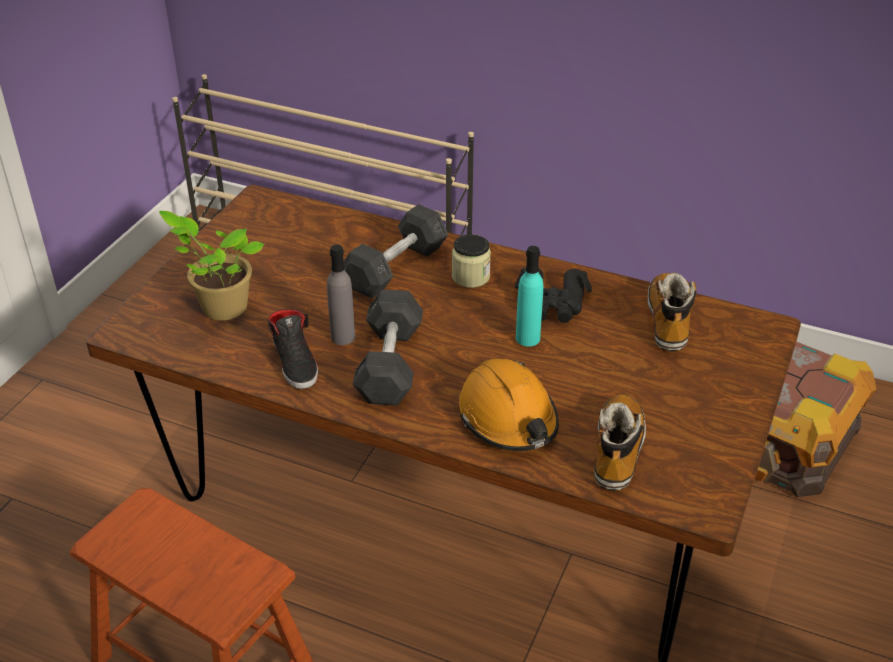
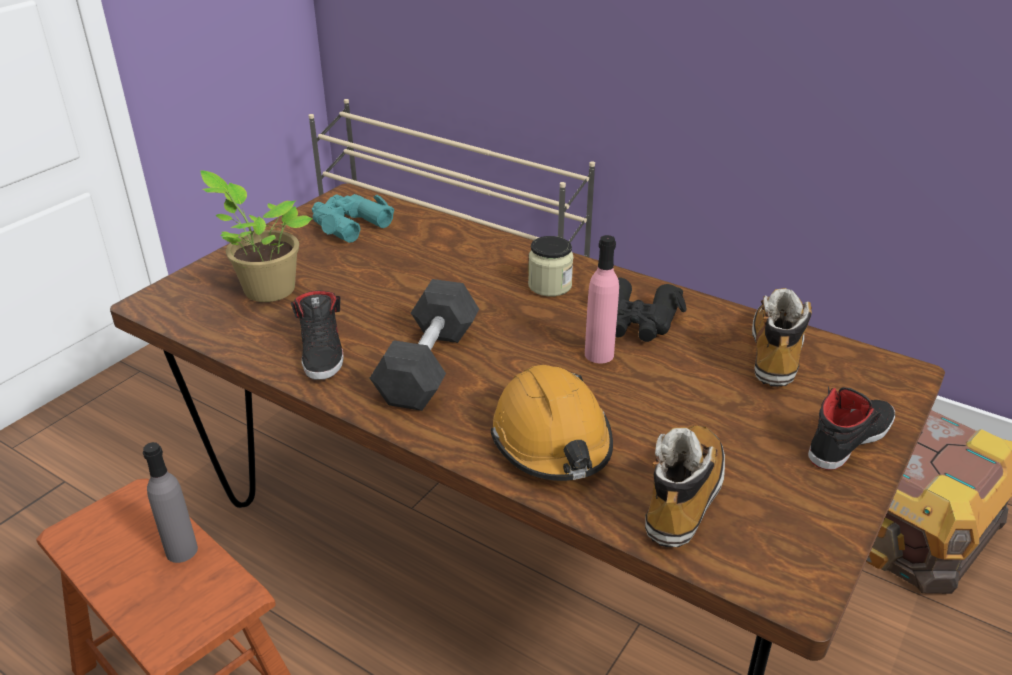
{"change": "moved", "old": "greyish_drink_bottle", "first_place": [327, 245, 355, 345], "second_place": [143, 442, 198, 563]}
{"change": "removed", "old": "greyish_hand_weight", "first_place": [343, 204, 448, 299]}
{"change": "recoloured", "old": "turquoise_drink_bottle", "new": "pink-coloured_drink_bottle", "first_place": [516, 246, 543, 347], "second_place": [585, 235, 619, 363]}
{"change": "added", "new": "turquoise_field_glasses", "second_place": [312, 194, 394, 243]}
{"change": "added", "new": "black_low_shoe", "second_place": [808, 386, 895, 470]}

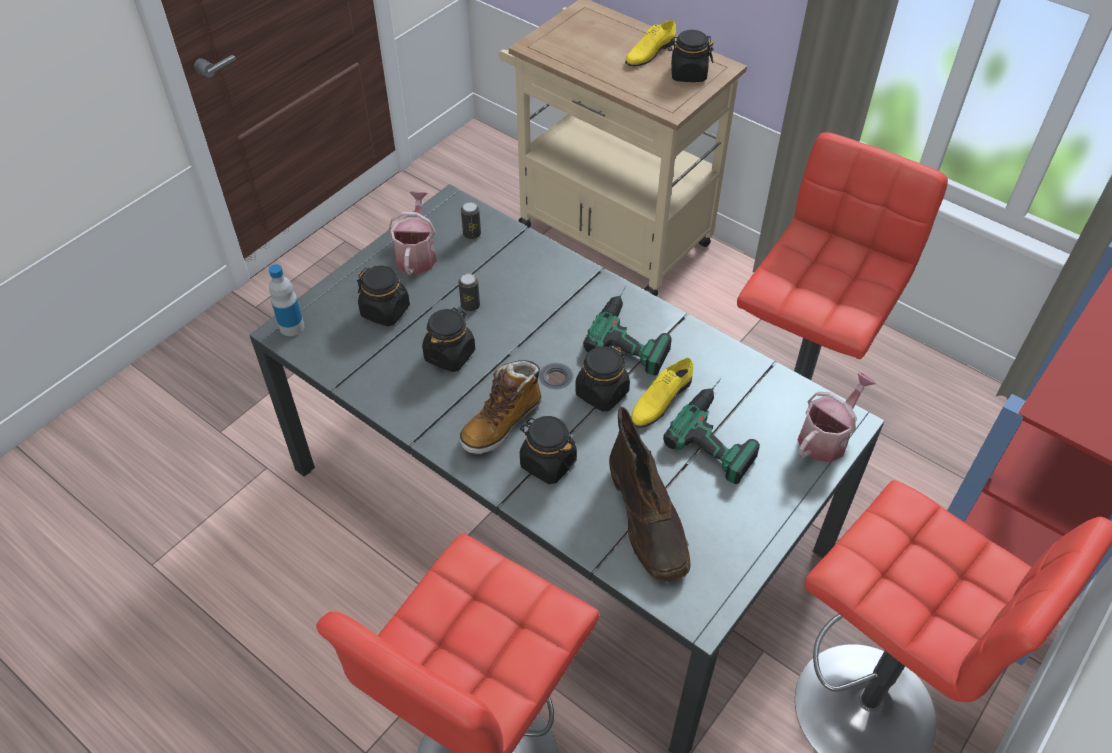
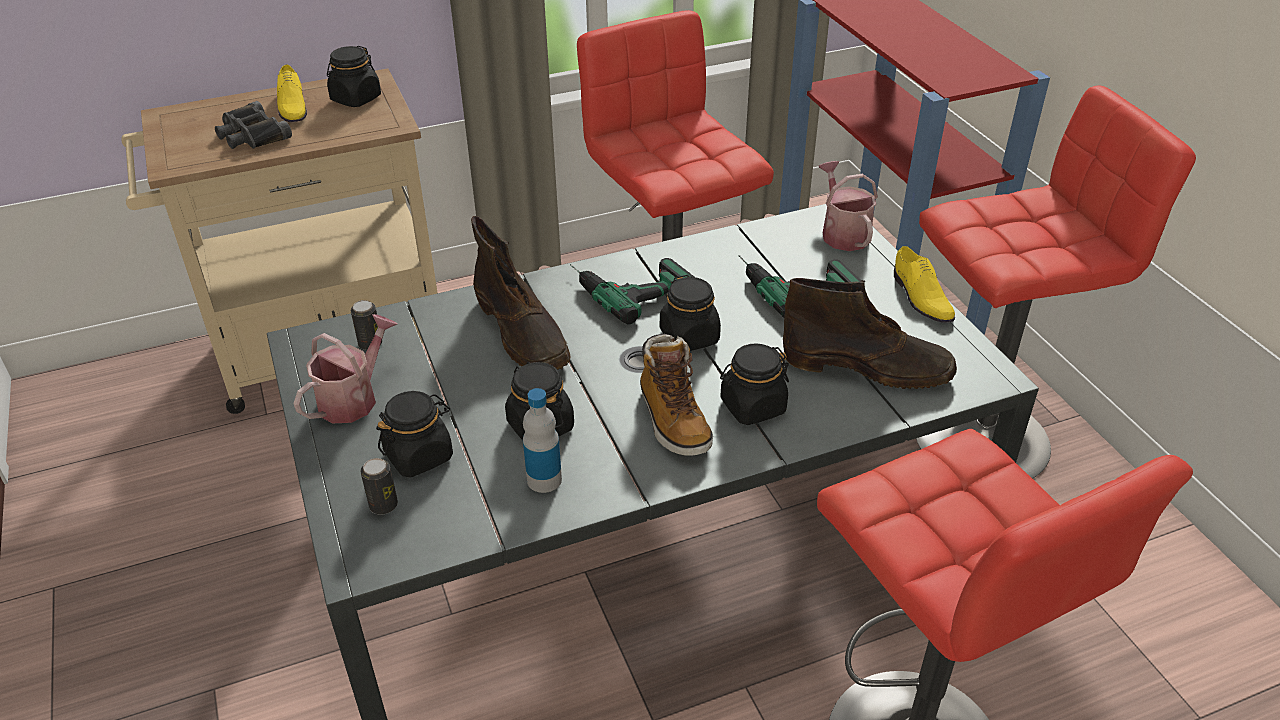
{"change": "moved", "old": "drink_bottle", "first_place": [269, 264, 305, 336], "second_place": [523, 388, 562, 493]}
{"change": "turned", "old": "watering_can", "first_place": [388, 191, 437, 274], "second_place": [294, 314, 397, 423], "degrees": 90}
{"change": "moved", "old": "sealed_can", "first_place": [458, 273, 480, 312], "second_place": [360, 458, 398, 515]}
{"change": "moved", "old": "yellowish_low_shoe", "first_place": [631, 358, 693, 428], "second_place": [894, 246, 955, 323]}
{"change": "added", "new": "black_field_glasses", "second_place": [215, 101, 292, 149]}
{"change": "added", "new": "brown-coloured_tall_boot", "second_place": [471, 216, 571, 370]}

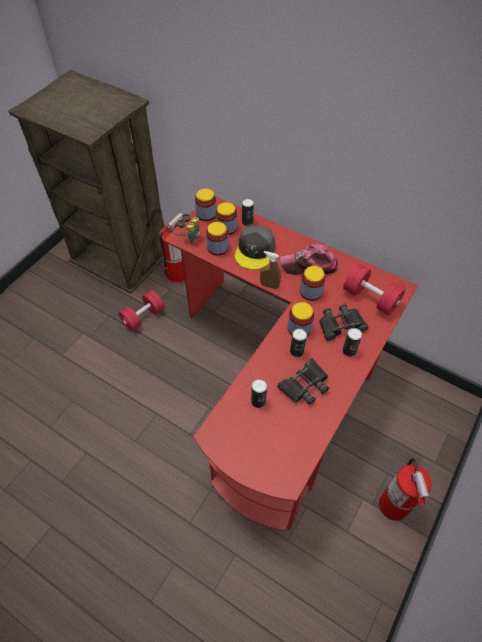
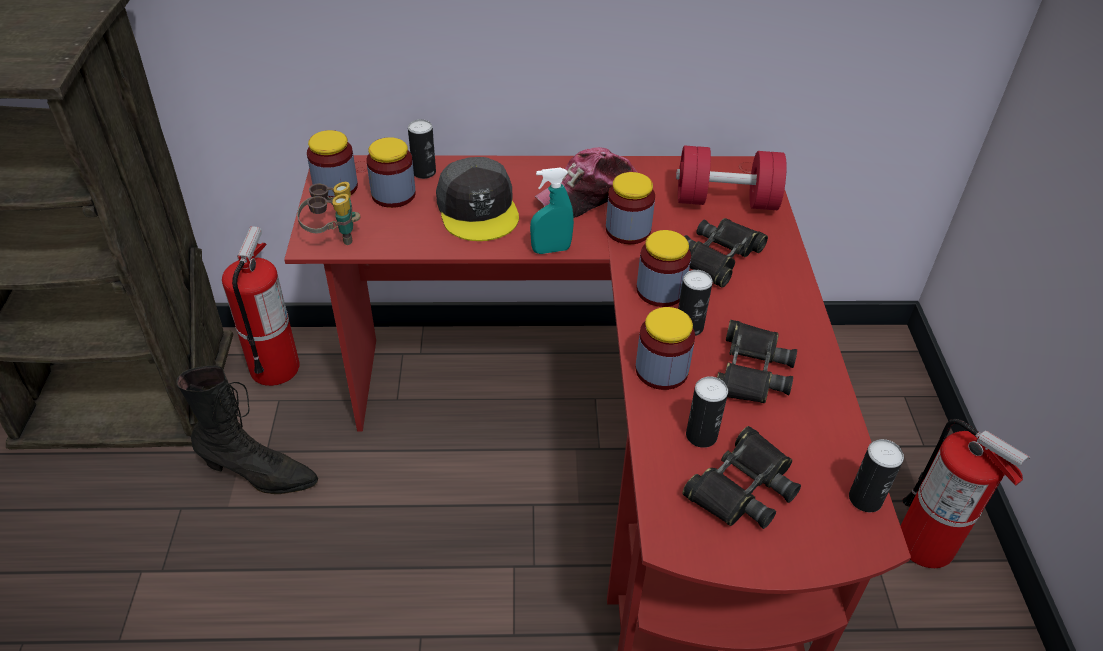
{"change": "replaced", "old": "reddish_hand_weight", "new": "black_tall_boot", "first_place": [118, 290, 165, 331], "second_place": [176, 366, 318, 494]}
{"change": "moved", "old": "storage_jar", "first_place": [206, 222, 229, 256], "second_place": [635, 307, 695, 390]}
{"change": "recoloured", "old": "brown-coloured_spray_bottle", "new": "turquoise_spray_bottle", "first_place": [260, 251, 281, 289], "second_place": [530, 167, 574, 254]}
{"change": "moved", "old": "sealed_can", "first_place": [343, 328, 362, 357], "second_place": [849, 439, 904, 512]}
{"change": "added", "new": "black_field_glasses", "second_place": [682, 426, 801, 529]}

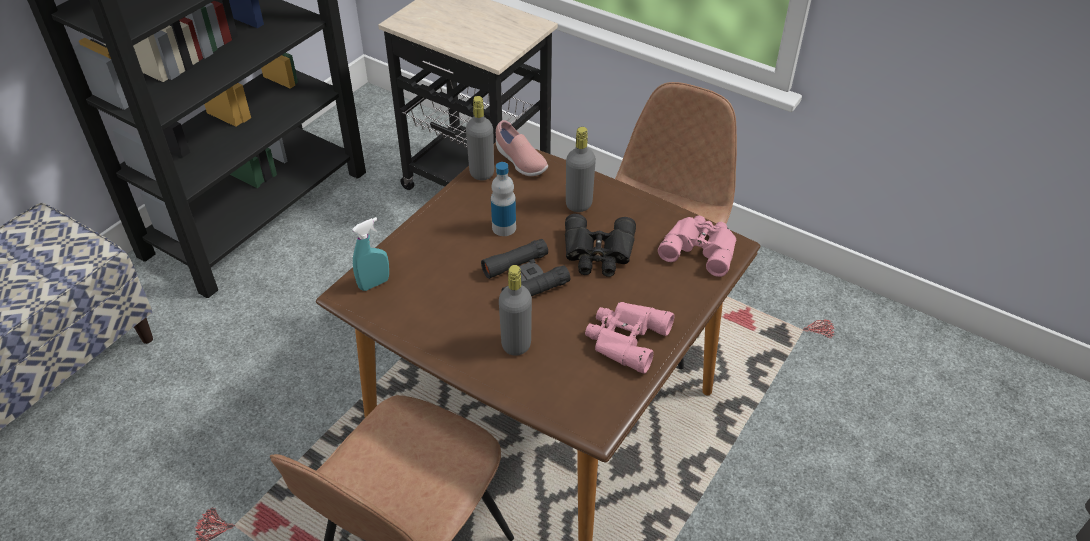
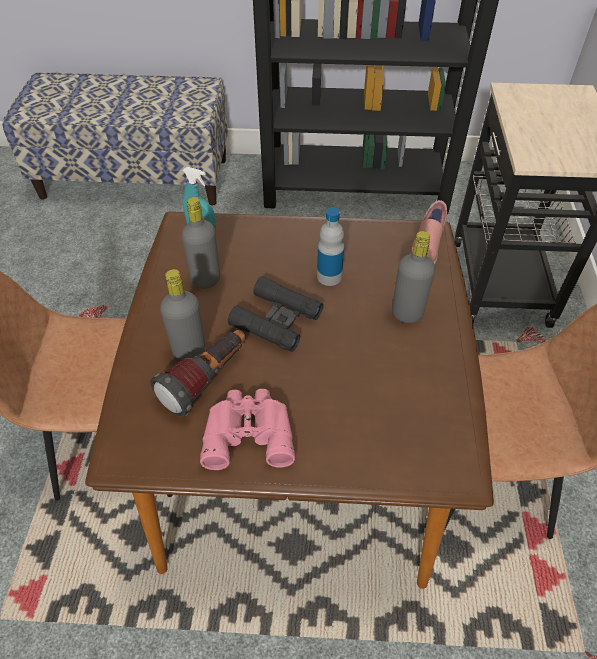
{"change": "moved", "old": "greyish_drink_bottle", "first_place": [466, 96, 494, 181], "second_place": [182, 197, 220, 289]}
{"change": "removed", "old": "black_field_glasses", "first_place": [565, 214, 636, 277]}
{"change": "removed", "old": "pink-coloured_field_glasses", "first_place": [658, 216, 736, 277]}
{"change": "added", "new": "torch", "second_place": [150, 330, 245, 417]}

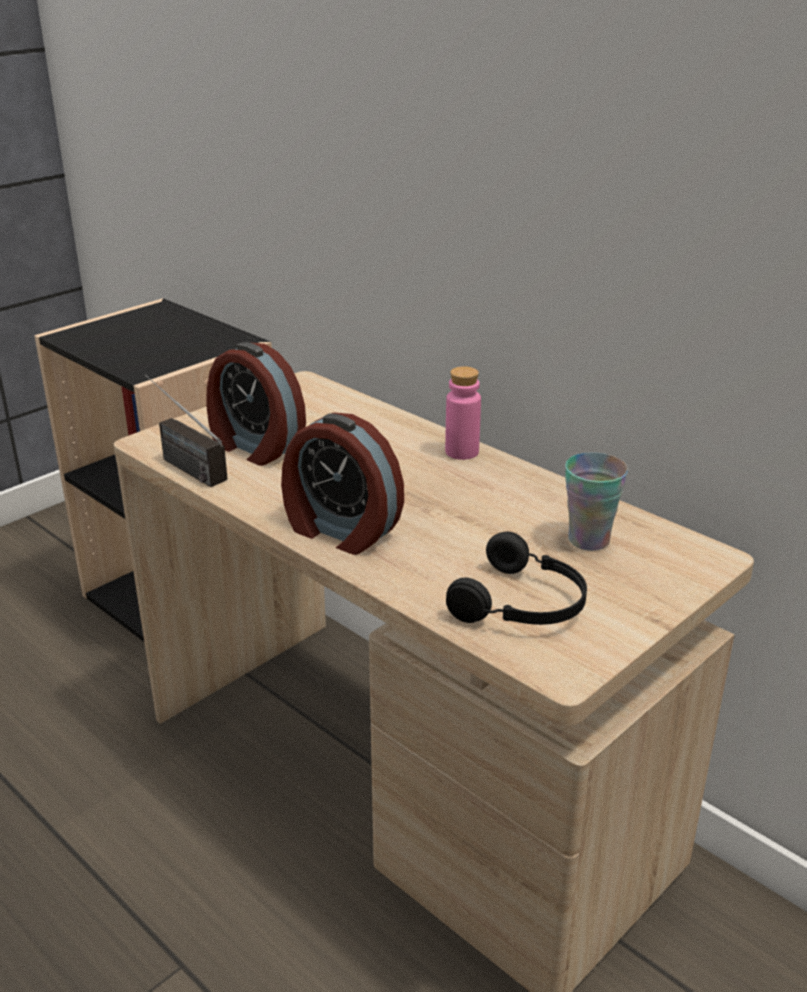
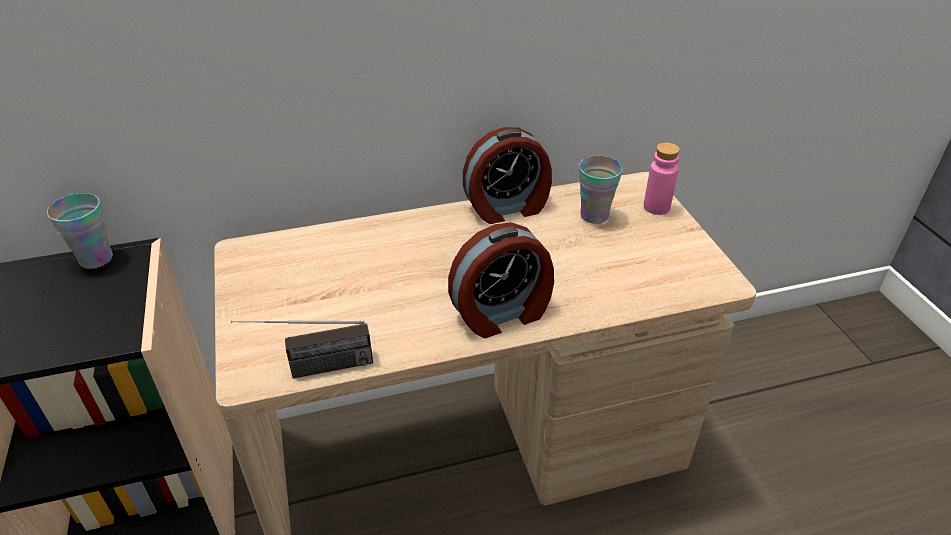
{"change": "moved", "old": "alarm_clock", "first_place": [206, 342, 306, 466], "second_place": [463, 127, 552, 224]}
{"change": "moved", "old": "pink-coloured_drink_bottle", "first_place": [445, 366, 481, 460], "second_place": [644, 143, 680, 215]}
{"change": "removed", "old": "black_headset", "first_place": [446, 532, 587, 625]}
{"change": "added", "new": "small_cup", "second_place": [47, 193, 113, 269]}

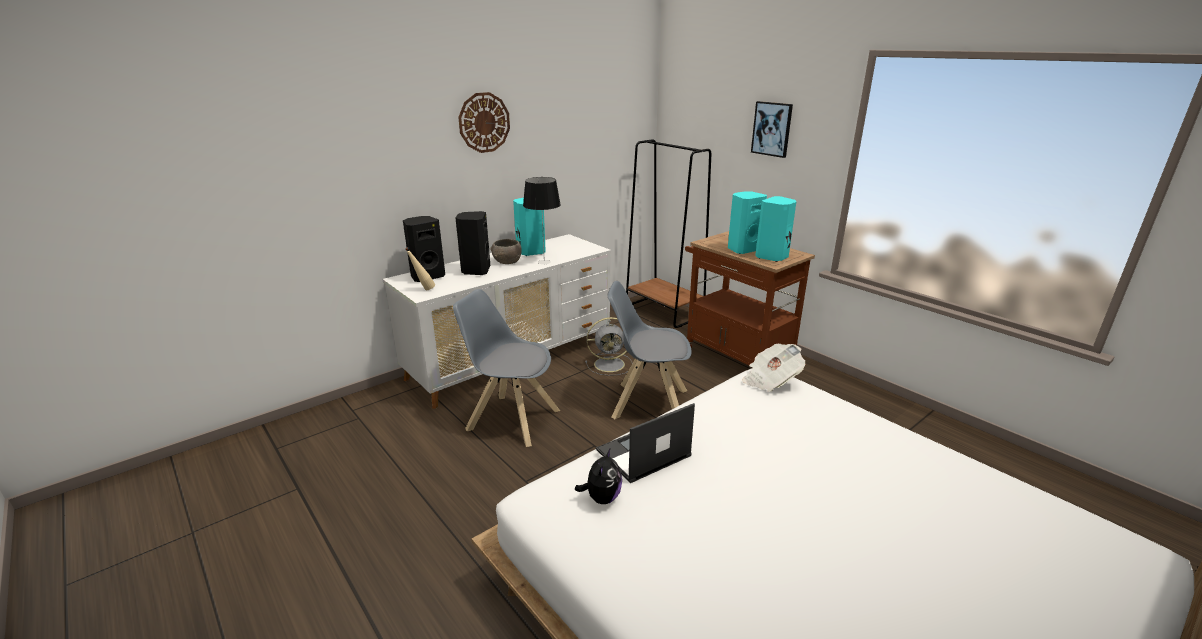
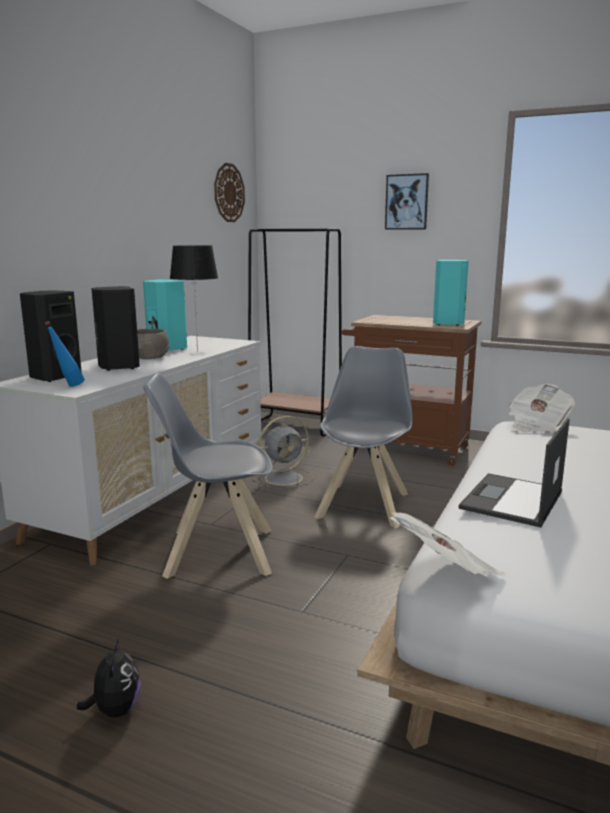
{"change": "recoloured", "old": "sand-coloured_drink_bottle", "new": "bluish_drink_bottle", "first_place": [405, 247, 435, 290], "second_place": [45, 321, 85, 387]}
{"change": "moved", "old": "wall_clock", "first_place": [458, 92, 510, 153], "second_place": [214, 163, 245, 222]}
{"change": "moved", "old": "cuddly_toy", "first_place": [575, 449, 622, 504], "second_place": [77, 638, 141, 717]}
{"change": "turned", "old": "greyish_upright_chair", "first_place": [607, 281, 692, 419], "second_place": [314, 346, 412, 528], "degrees": 120}
{"change": "removed", "old": "turquoise_speaker", "first_place": [728, 191, 767, 254]}
{"change": "added", "new": "printed_paper", "second_place": [389, 512, 505, 577]}

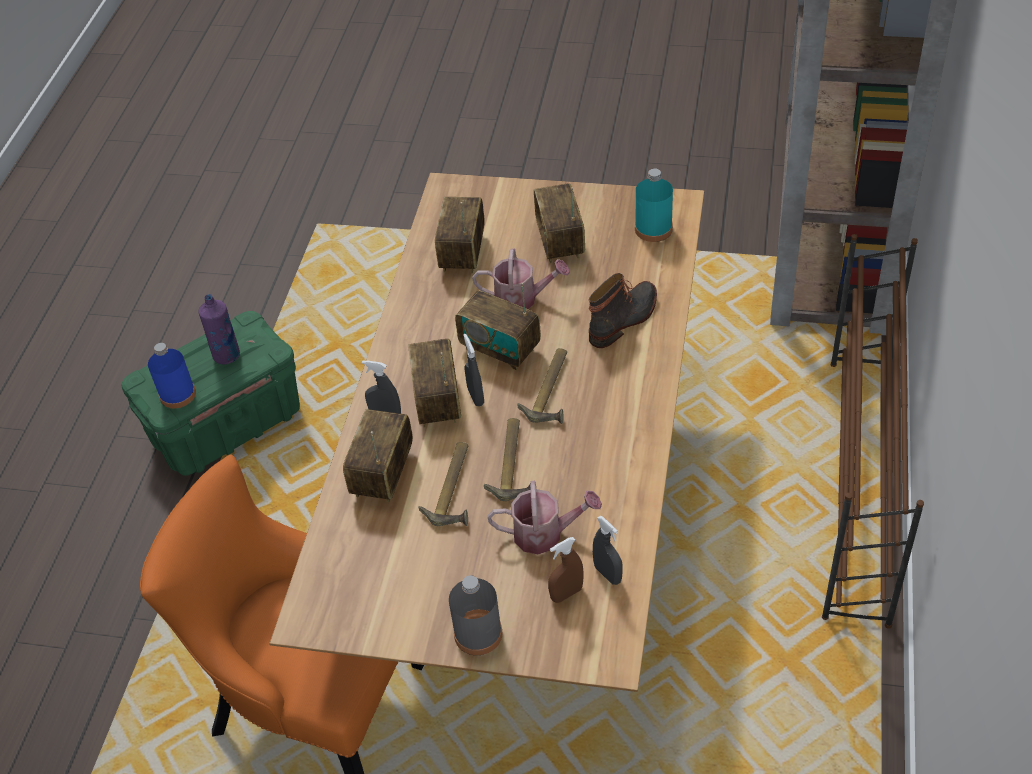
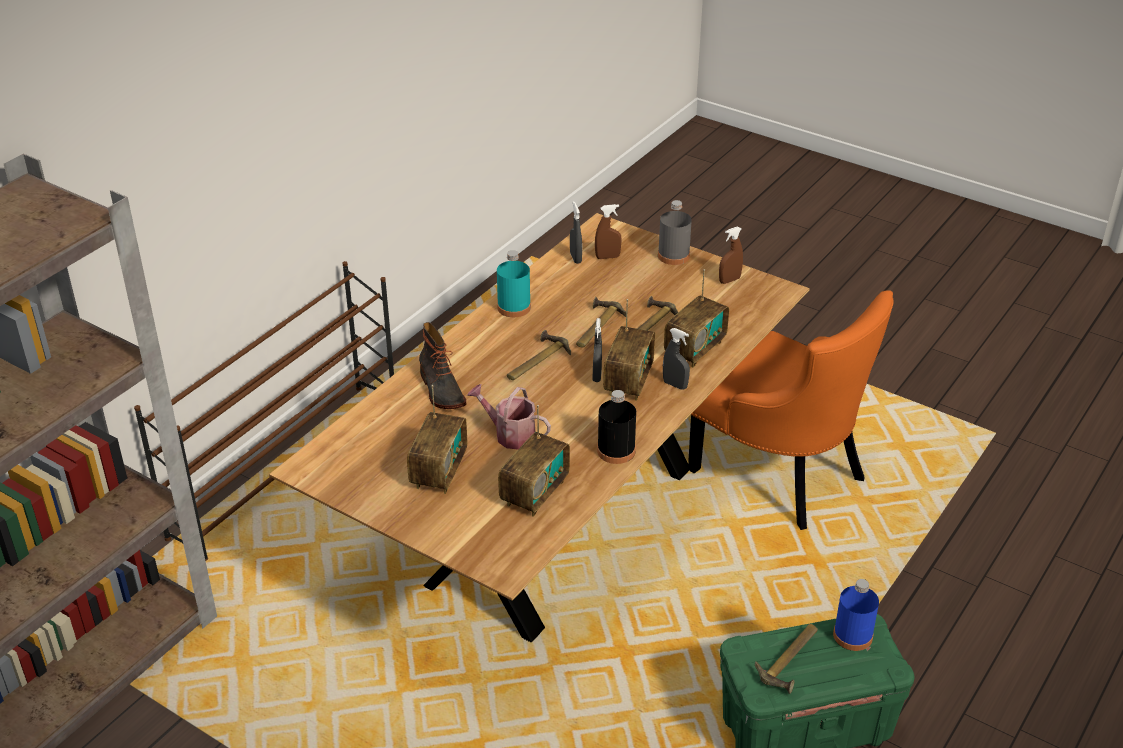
{"change": "replaced", "old": "purple-coloured_drink_bottle", "new": "hammer", "first_place": [199, 294, 240, 364], "second_place": [755, 624, 818, 694]}
{"change": "removed", "old": "radio_set", "first_place": [455, 283, 541, 370]}
{"change": "removed", "old": "watering_can", "first_place": [487, 481, 602, 554]}
{"change": "turned", "old": "tall_boot", "first_place": [589, 273, 657, 348], "second_place": [419, 322, 466, 409], "degrees": -90}
{"change": "moved", "old": "turquoise_drink_bottle", "first_place": [635, 168, 673, 242], "second_place": [497, 250, 531, 317]}
{"change": "added", "new": "black_drink_bottle", "second_place": [597, 390, 636, 464]}
{"change": "added", "new": "brown-coloured_spray_bottle", "second_place": [719, 226, 743, 284]}

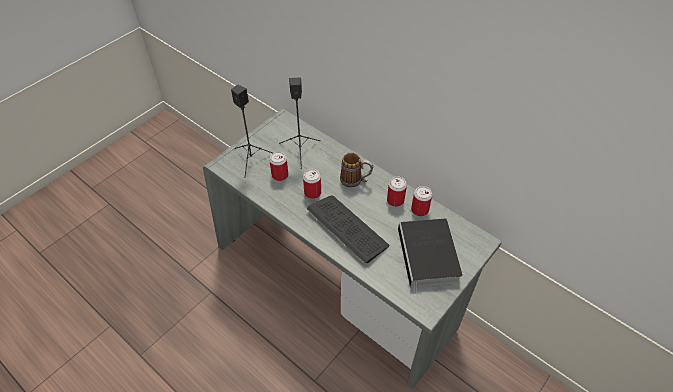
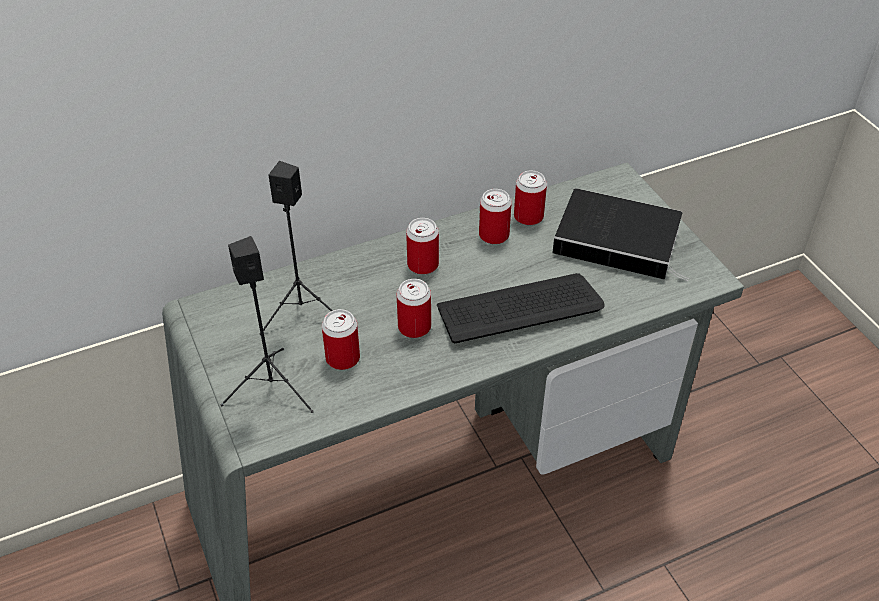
{"change": "replaced", "old": "coffee_mug", "new": "sealed_can", "first_place": [340, 153, 373, 187], "second_place": [406, 218, 439, 275]}

